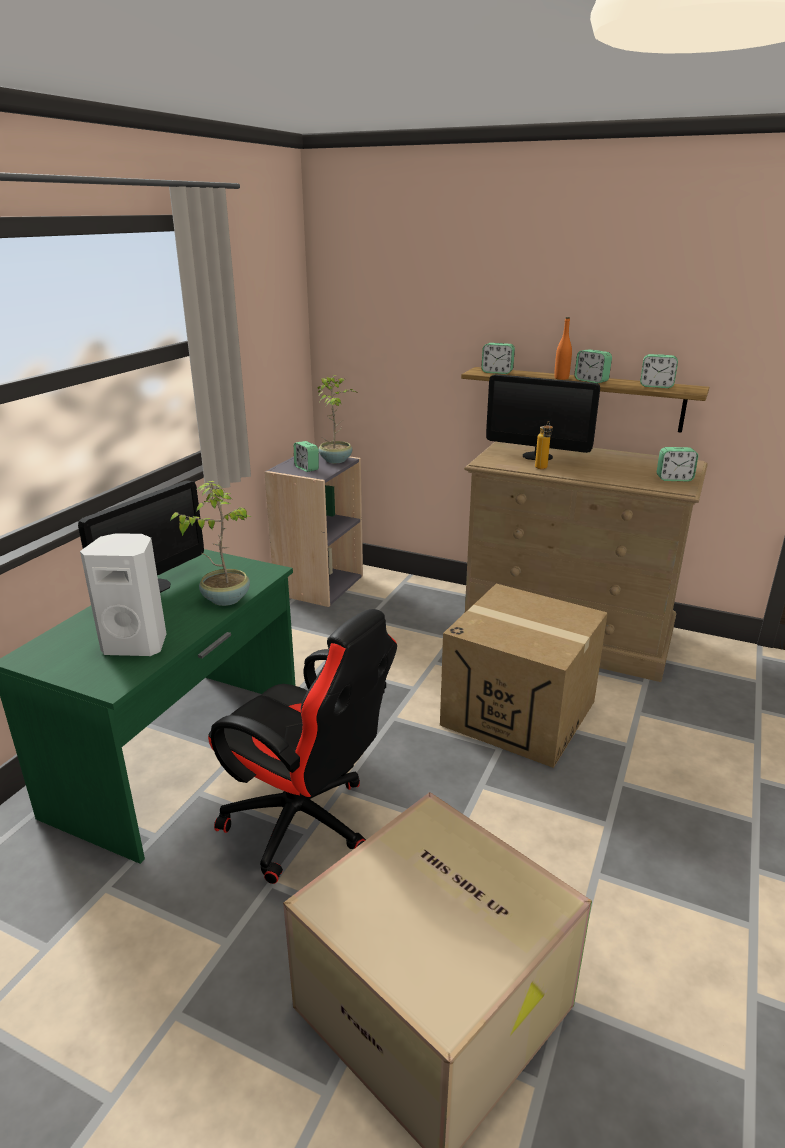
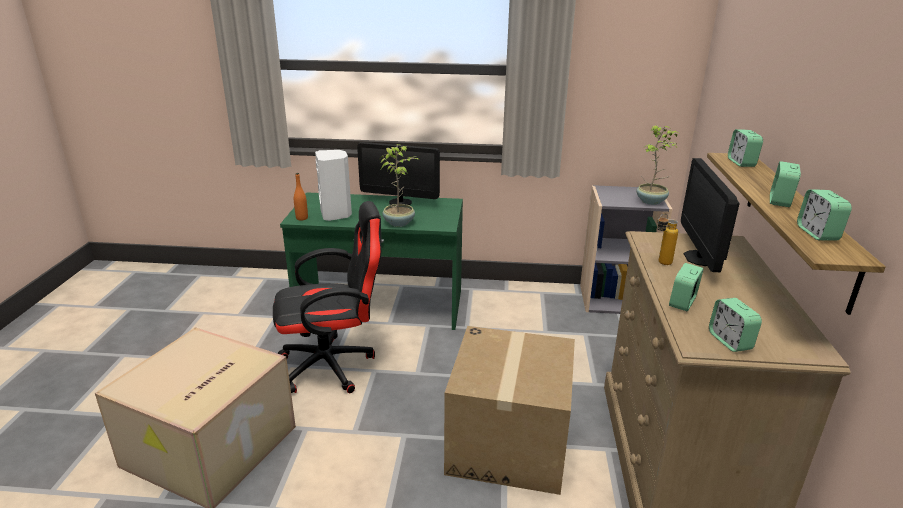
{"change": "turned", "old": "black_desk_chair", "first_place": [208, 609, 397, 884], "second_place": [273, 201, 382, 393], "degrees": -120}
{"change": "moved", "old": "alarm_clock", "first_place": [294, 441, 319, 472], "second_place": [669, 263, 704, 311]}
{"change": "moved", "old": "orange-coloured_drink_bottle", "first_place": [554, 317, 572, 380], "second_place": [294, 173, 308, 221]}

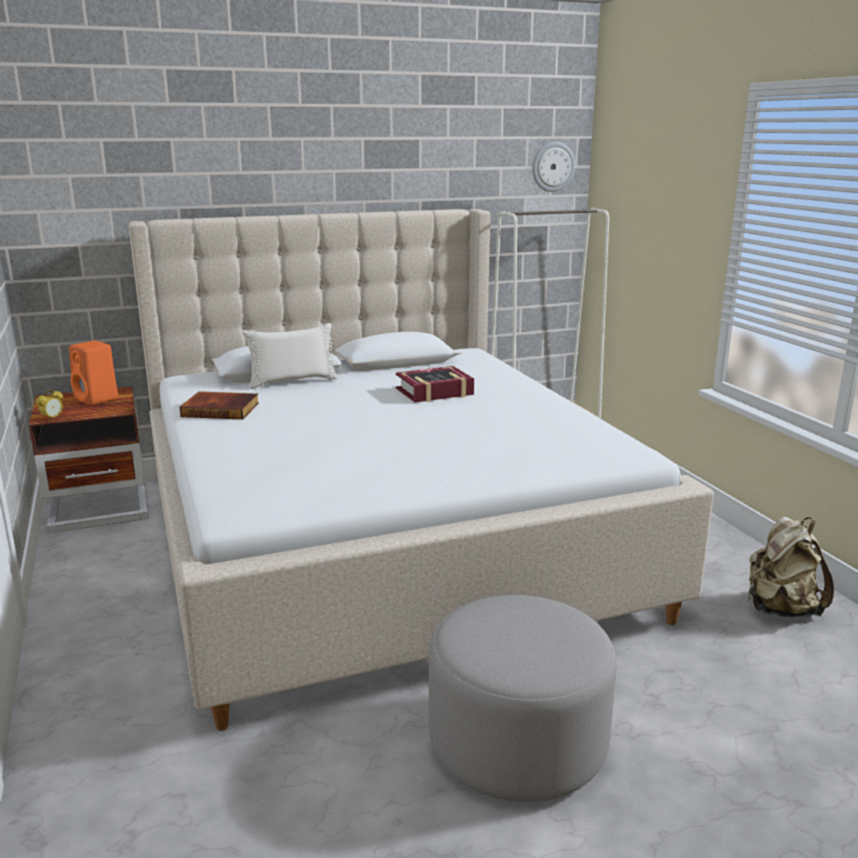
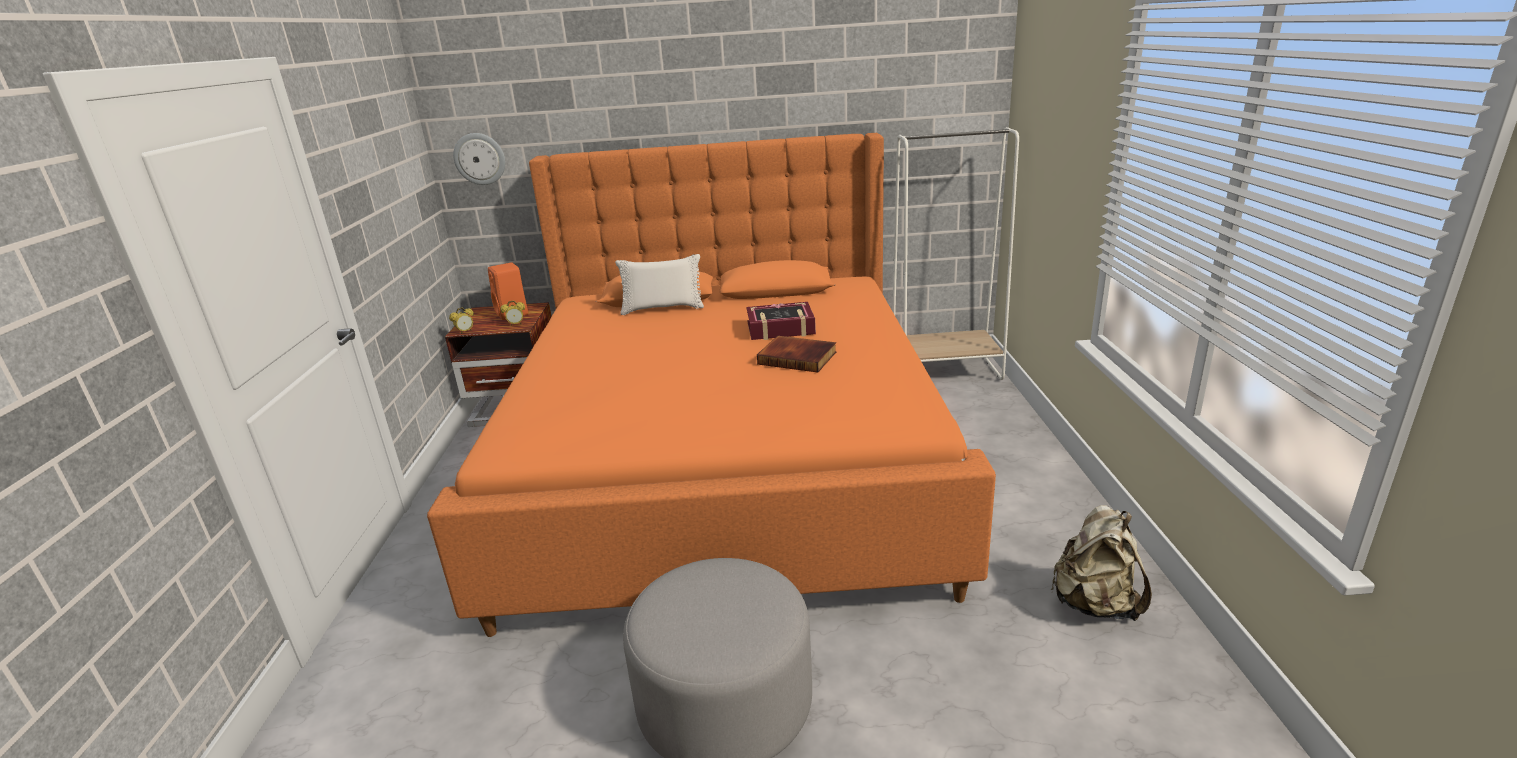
{"change": "recoloured", "old": "sand-coloured_bedroom_bed", "new": "orange-coloured_bedroom_bed", "first_place": [128, 209, 714, 731], "second_place": [427, 133, 996, 637]}
{"change": "moved", "old": "volume", "first_place": [180, 391, 259, 420], "second_place": [757, 336, 837, 373]}
{"change": "moved", "old": "wall_clock", "first_place": [532, 142, 575, 192], "second_place": [453, 133, 505, 185]}
{"change": "added", "new": "alarm_clock", "second_place": [500, 301, 525, 326]}

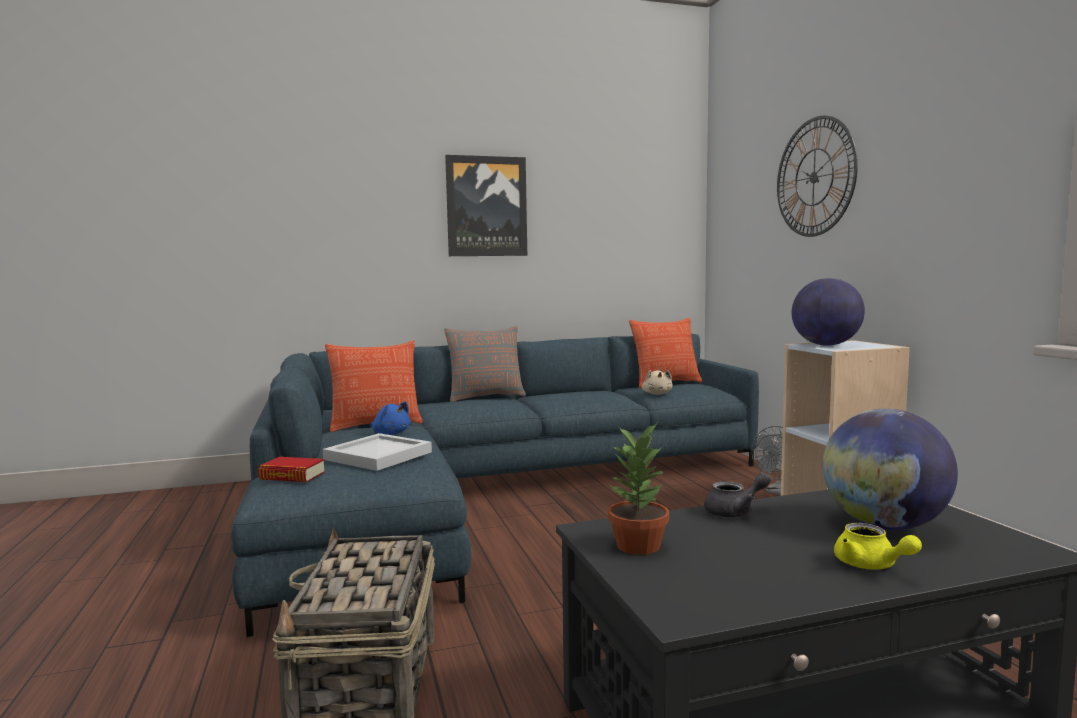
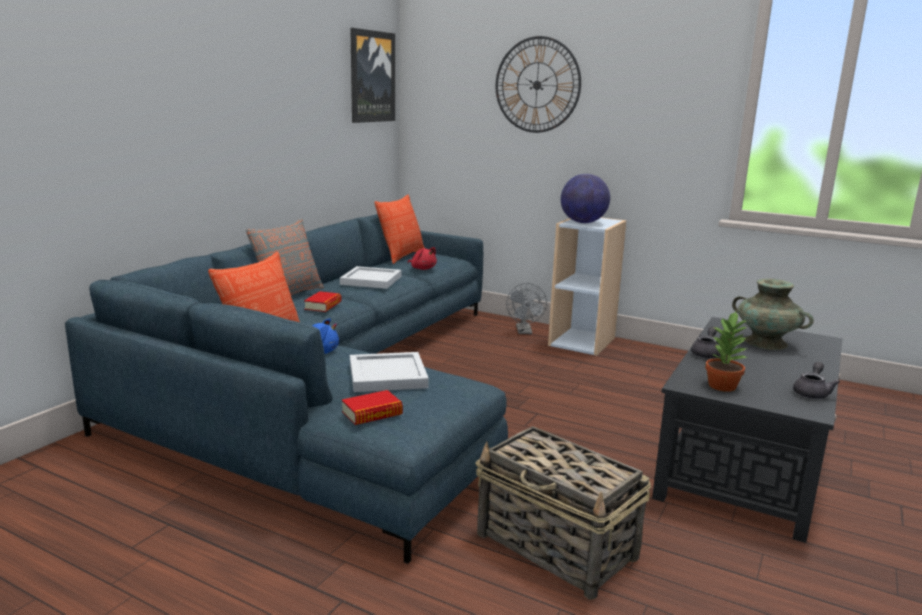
{"change": "moved", "old": "wall_picture", "first_place": [445, 155, 527, 256], "second_place": [350, 28, 395, 123]}
{"change": "recoloured", "old": "sand-coloured_cuddly_toy", "new": "reddish_cuddly_toy", "first_place": [642, 370, 672, 395], "second_place": [407, 247, 437, 270]}
{"change": "replaced", "old": "desk_globe", "new": "turquoise_decorative_vase", "first_place": [823, 409, 958, 530], "second_place": [732, 279, 814, 350]}
{"change": "removed", "old": "yellowish_teapot", "first_place": [834, 523, 922, 569]}
{"change": "added", "new": "volume", "second_place": [304, 291, 341, 312]}
{"change": "added", "new": "white-coloured_carrying_tray", "second_place": [340, 266, 401, 289]}
{"change": "added", "new": "greyish_teapot", "second_place": [793, 362, 840, 399]}

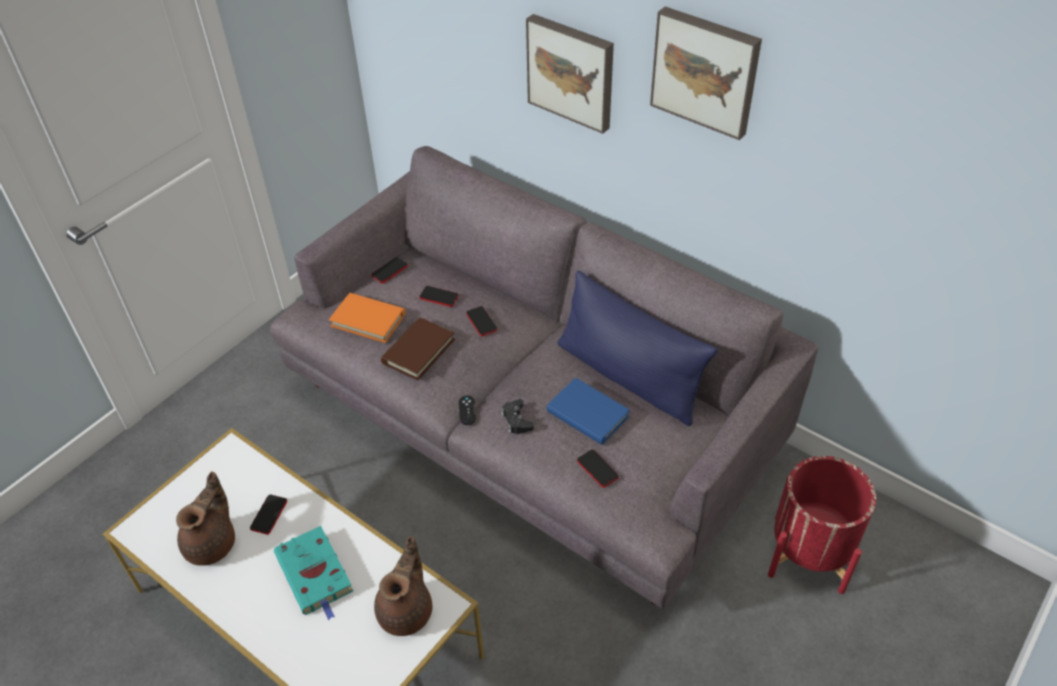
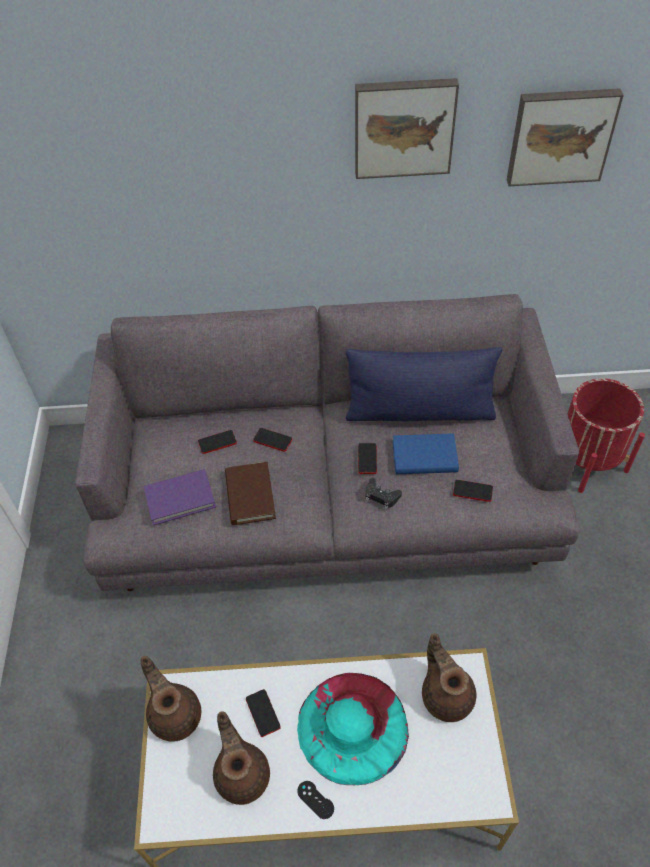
{"change": "replaced", "old": "turquoise_volume", "new": "turquoise_hat", "first_place": [274, 526, 353, 620], "second_place": [297, 673, 409, 785]}
{"change": "recoloured", "old": "orange-coloured_volume", "new": "purple-coloured_volume", "first_place": [329, 293, 405, 343], "second_place": [143, 469, 216, 525]}
{"change": "moved", "old": "phone", "first_place": [371, 257, 408, 283], "second_place": [358, 443, 377, 474]}
{"change": "moved", "old": "black_joypad", "first_place": [459, 396, 476, 425], "second_place": [297, 781, 334, 819]}
{"change": "moved", "old": "wall_picture", "first_place": [526, 14, 614, 134], "second_place": [507, 88, 624, 186]}
{"change": "added", "new": "brown-coloured_teapot", "second_place": [141, 656, 201, 742]}

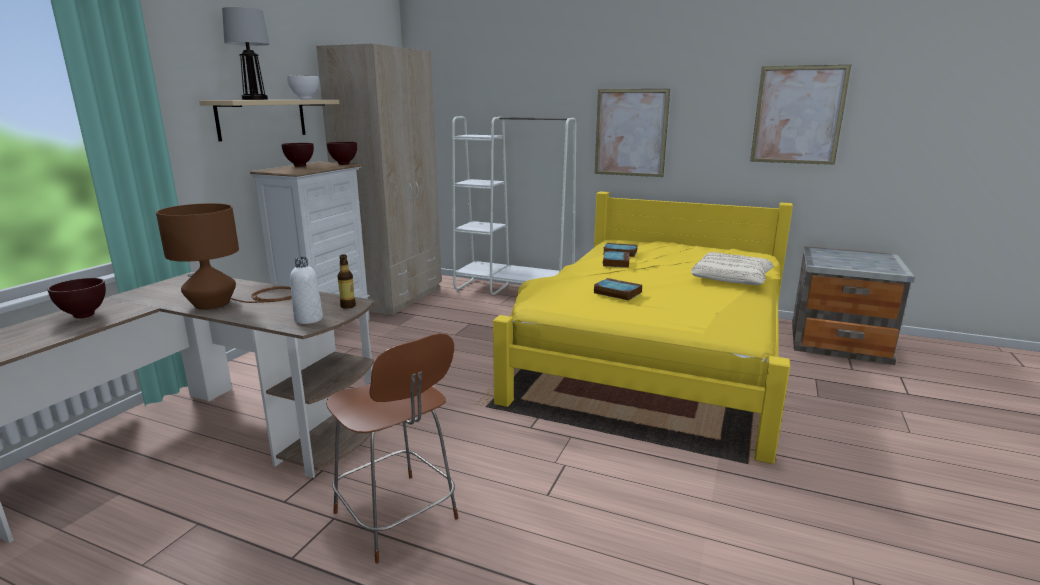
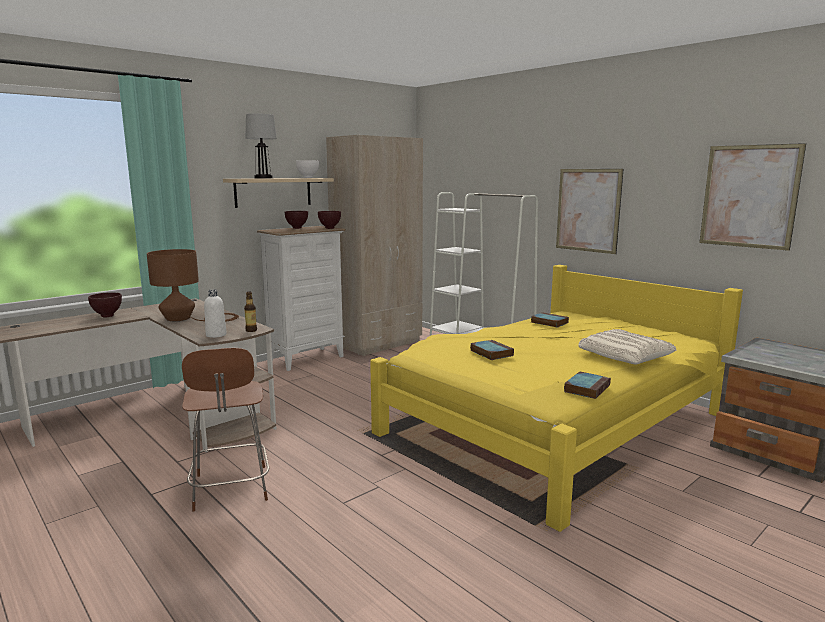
{"change": "moved", "old": "volume", "first_place": [603, 251, 630, 267], "second_place": [564, 372, 611, 399]}

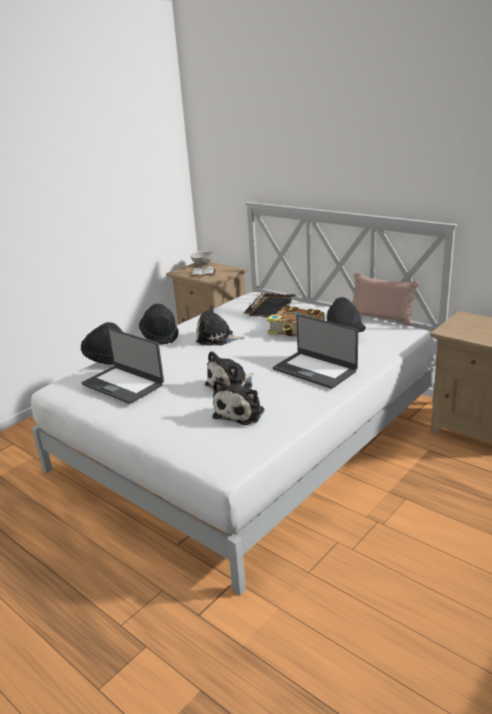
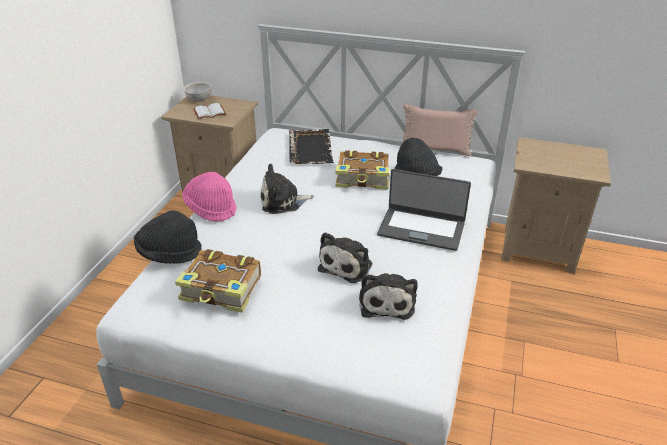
{"change": "replaced", "old": "portable_computer", "new": "volume", "first_place": [81, 328, 164, 404], "second_place": [175, 249, 261, 313]}
{"change": "recoloured", "old": "black_hat", "new": "pink-coloured_hat", "first_place": [139, 304, 179, 345], "second_place": [182, 172, 236, 221]}

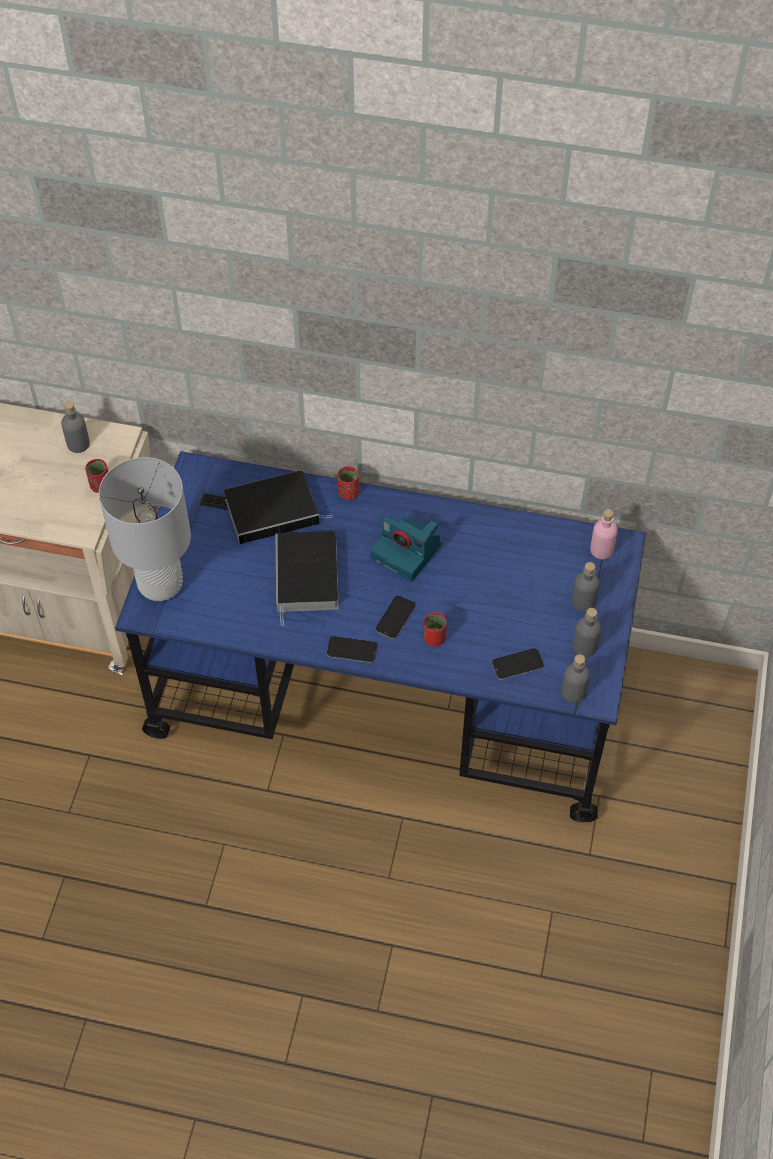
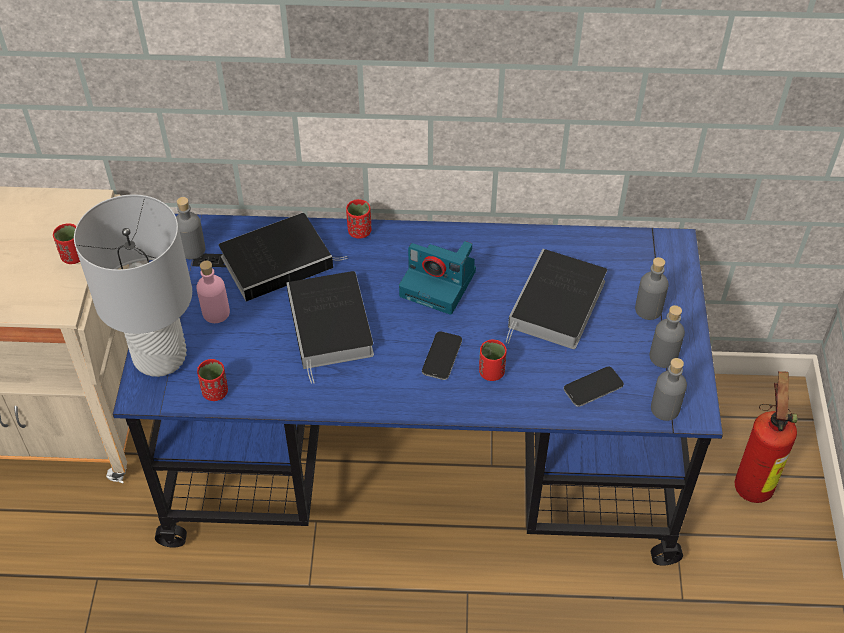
{"change": "moved", "old": "greyish_drink_bottle", "first_place": [61, 401, 90, 453], "second_place": [176, 197, 205, 259]}
{"change": "removed", "old": "phone", "first_place": [327, 636, 378, 663]}
{"change": "moved", "old": "pink-coloured_drink_bottle", "first_place": [590, 509, 618, 559], "second_place": [196, 261, 230, 323]}
{"change": "added", "new": "reddish_small_cup", "second_place": [197, 359, 228, 401]}
{"change": "added", "new": "volume", "second_place": [506, 249, 607, 349]}
{"change": "added", "new": "fire-fighting_cylinder", "second_place": [735, 371, 798, 503]}

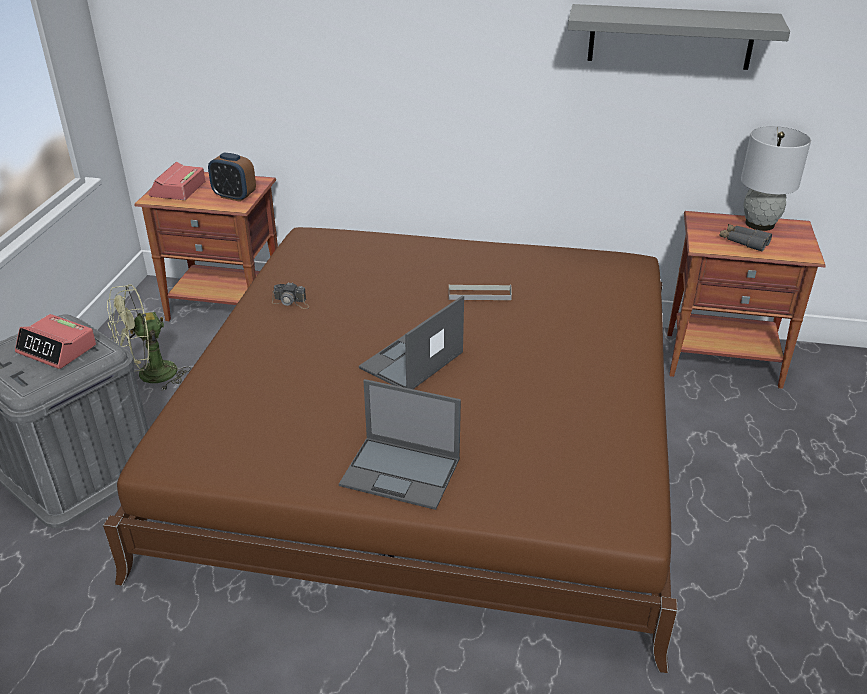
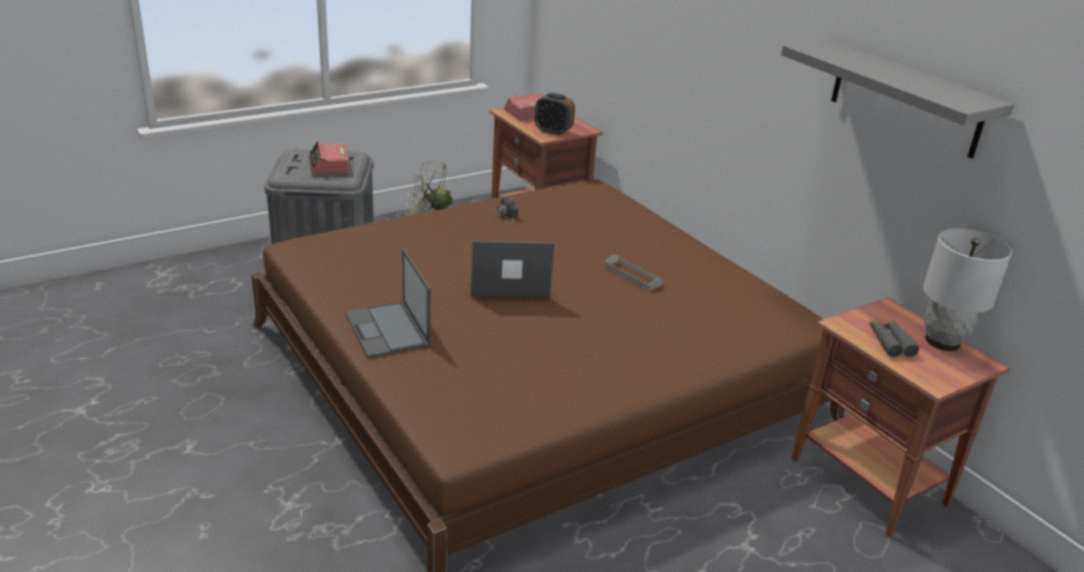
{"change": "turned", "old": "alarm_clock", "first_place": [208, 153, 256, 202], "second_place": [535, 93, 575, 136], "degrees": -45}

